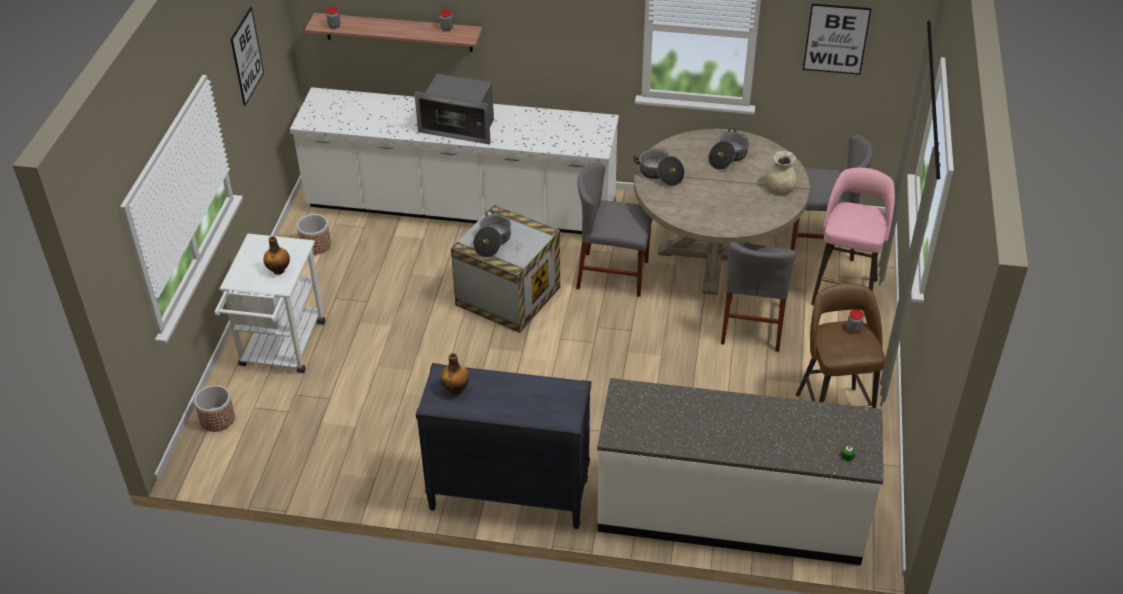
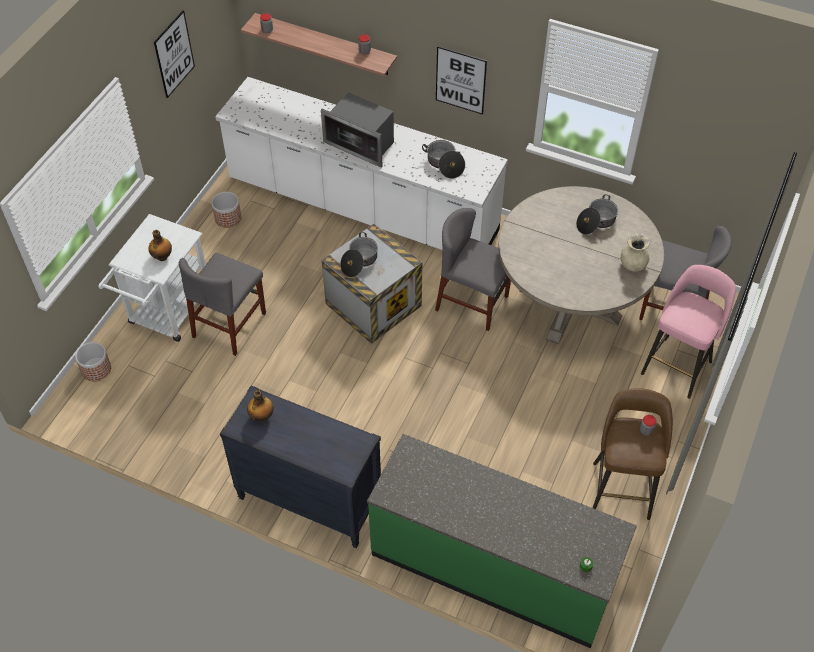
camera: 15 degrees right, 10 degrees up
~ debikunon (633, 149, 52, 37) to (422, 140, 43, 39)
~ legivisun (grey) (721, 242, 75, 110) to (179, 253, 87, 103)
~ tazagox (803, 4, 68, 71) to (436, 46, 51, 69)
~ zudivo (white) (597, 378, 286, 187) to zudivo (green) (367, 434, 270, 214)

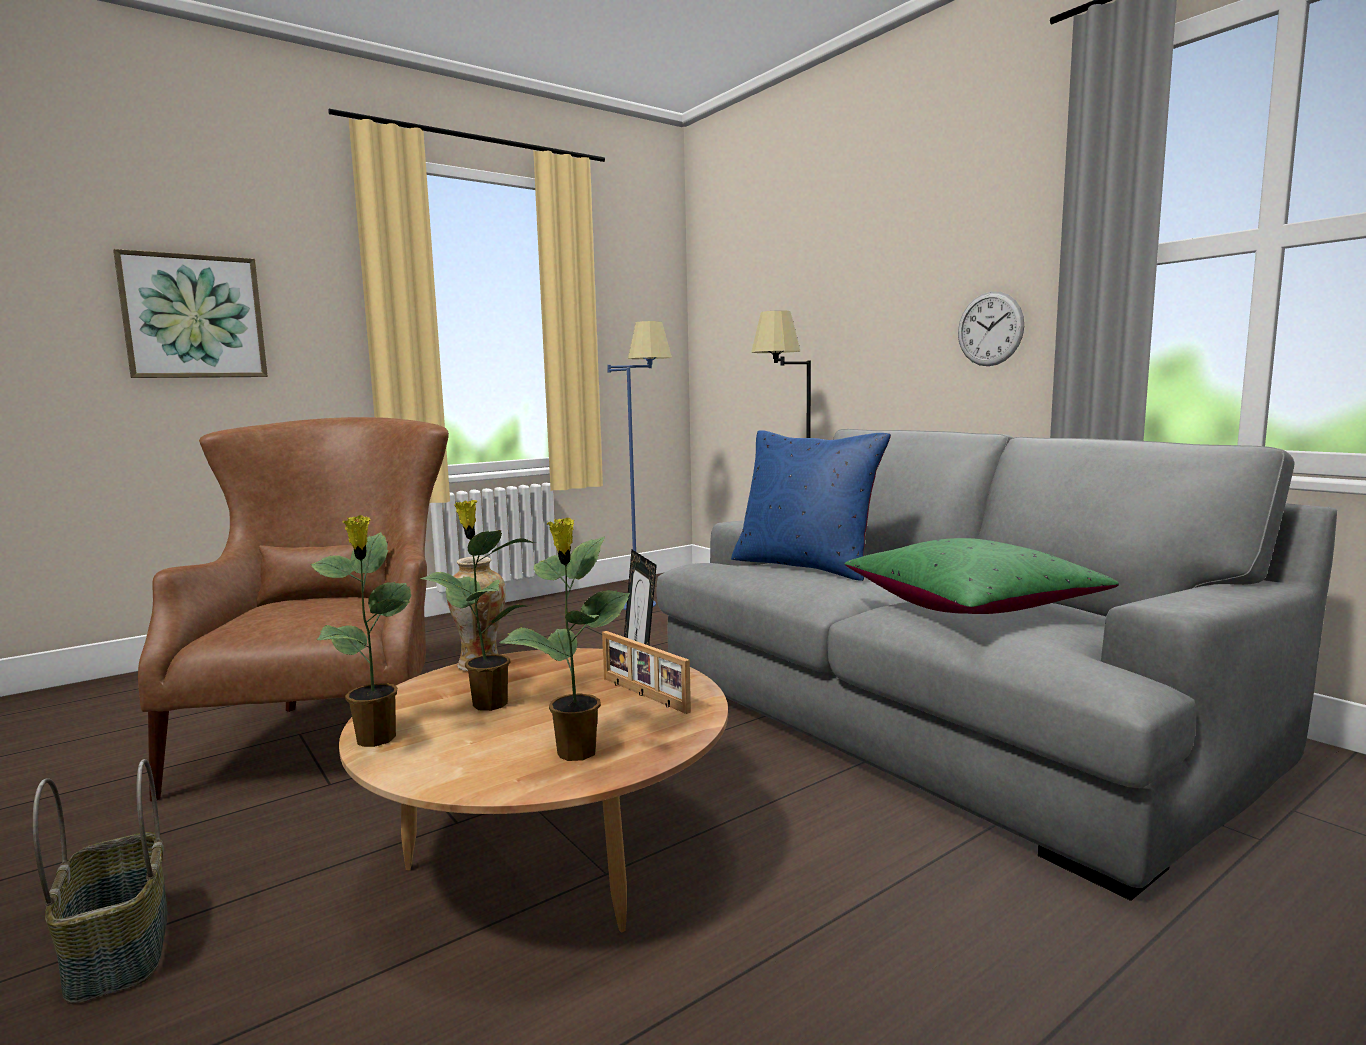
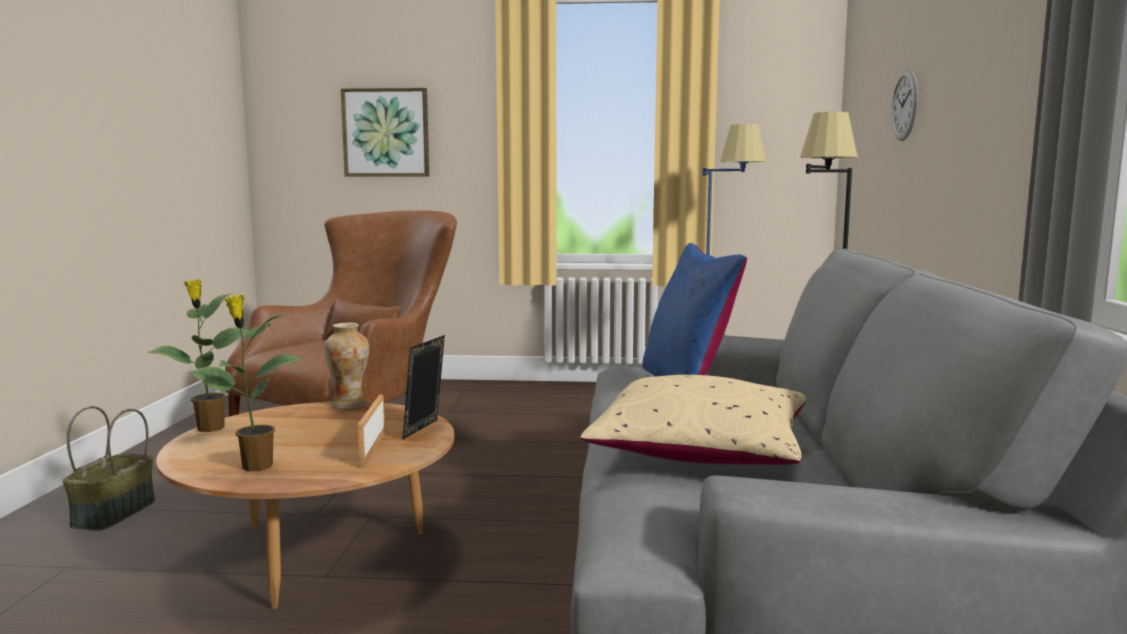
camera: 40 degrees right, 0 degrees up
- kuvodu (420, 500, 116, 211)
~ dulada (958, 291, 66, 75) to (891, 70, 27, 71)
~ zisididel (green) (845, 538, 274, 76) to zisididel (beige) (580, 375, 226, 90)

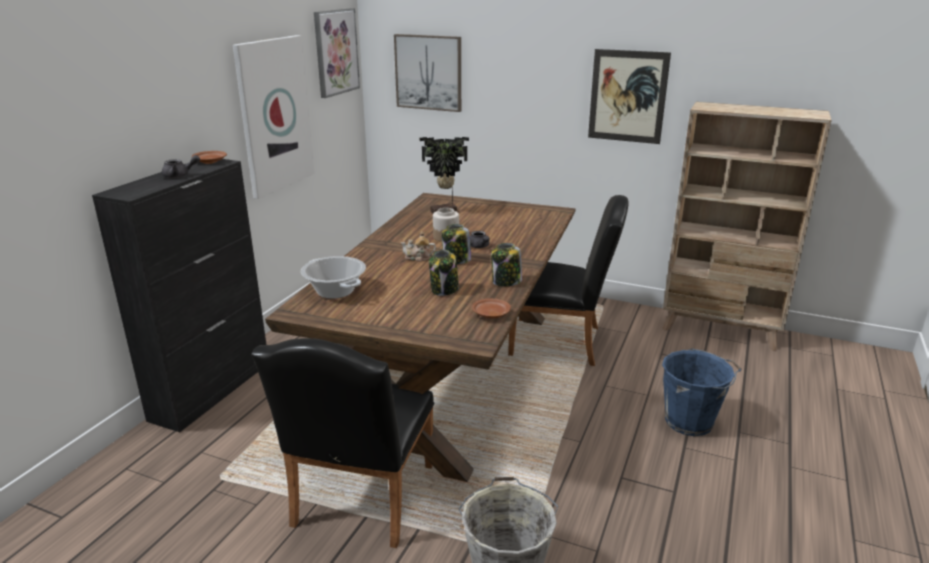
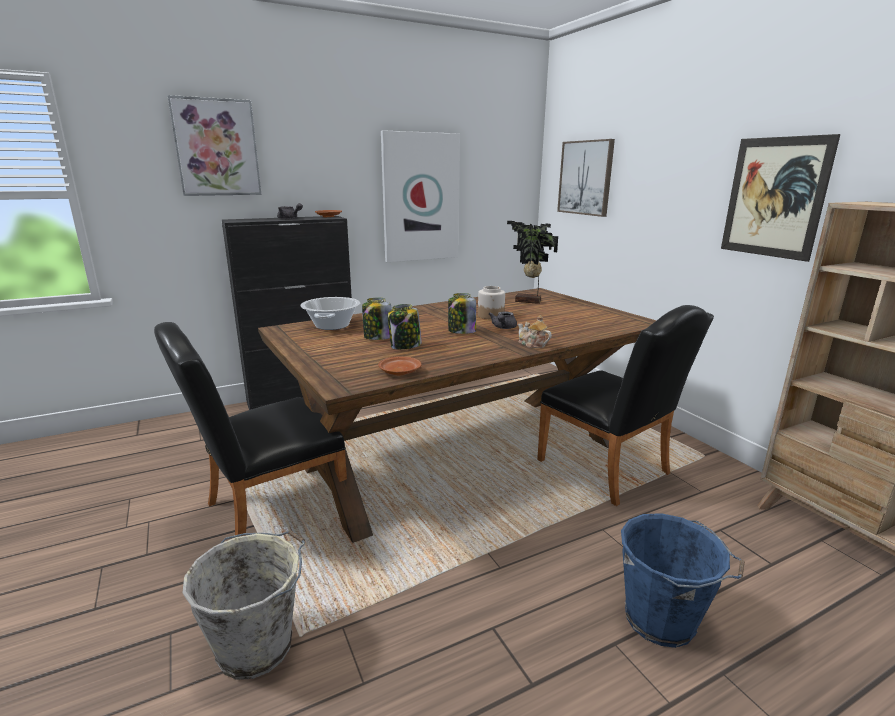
camera: 40 degrees right, 5 degrees down
~ tazagox (314, 8, 46, 90) to (167, 95, 95, 101)
~ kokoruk (400, 231, 36, 30) to (518, 315, 34, 33)
~ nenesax (491, 243, 31, 44) to (362, 298, 30, 42)

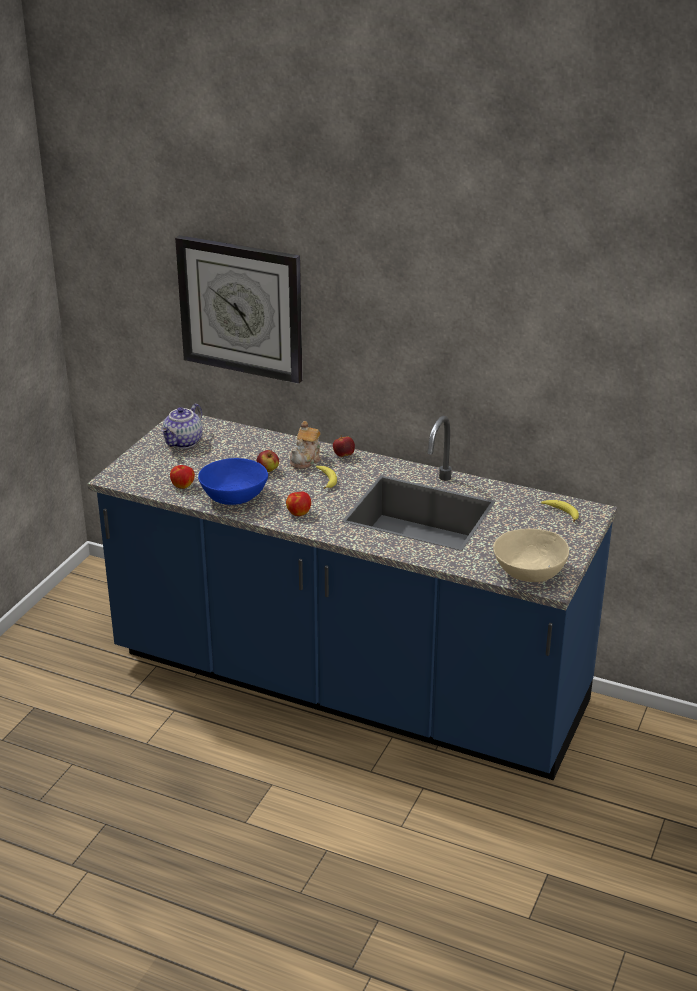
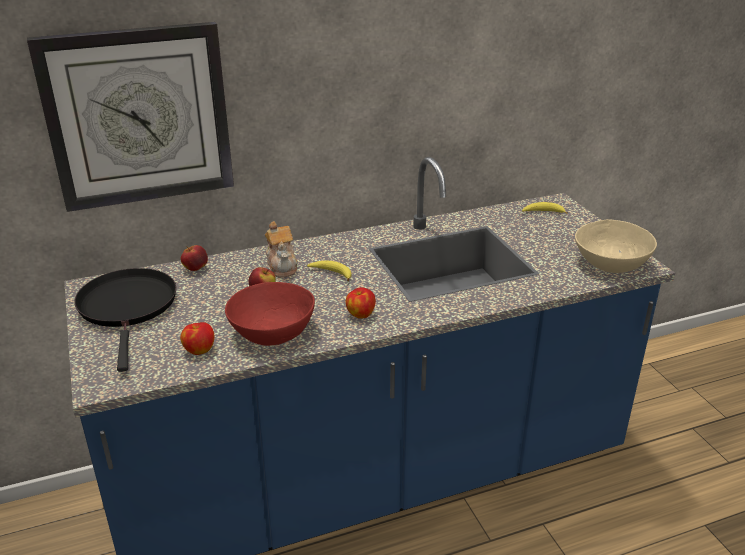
camera: 45 degrees left, 0 degrees up
~ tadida (333, 435, 22, 22) to (181, 245, 27, 26)
~ kokoruk (161, 403, 42, 46) to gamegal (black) (74, 268, 102, 104)
~ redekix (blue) (198, 458, 70, 47) to redekix (red) (225, 282, 90, 64)

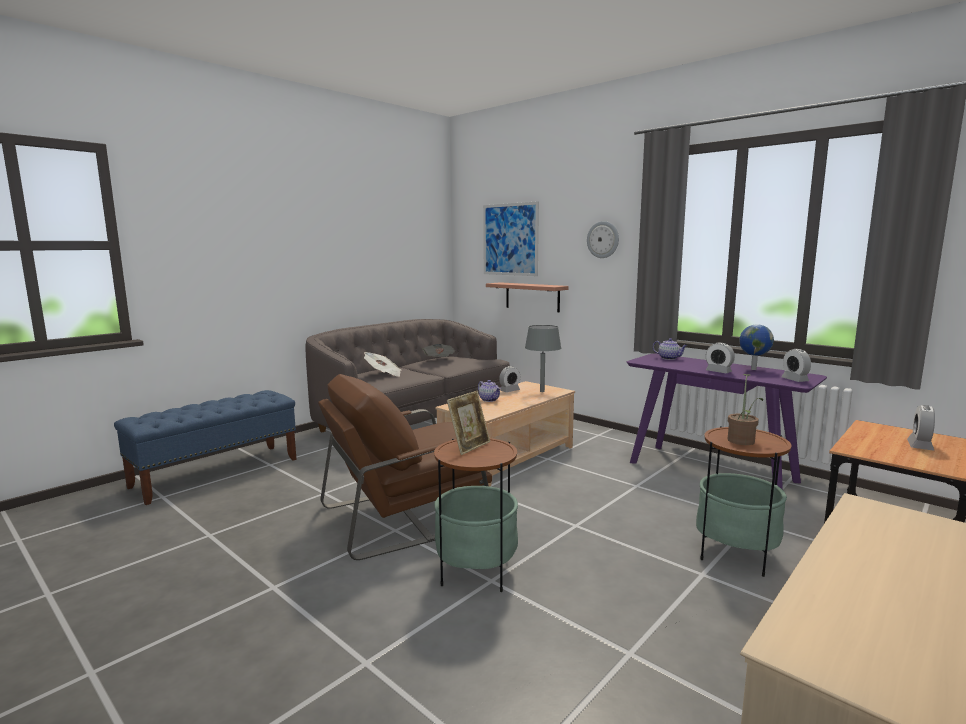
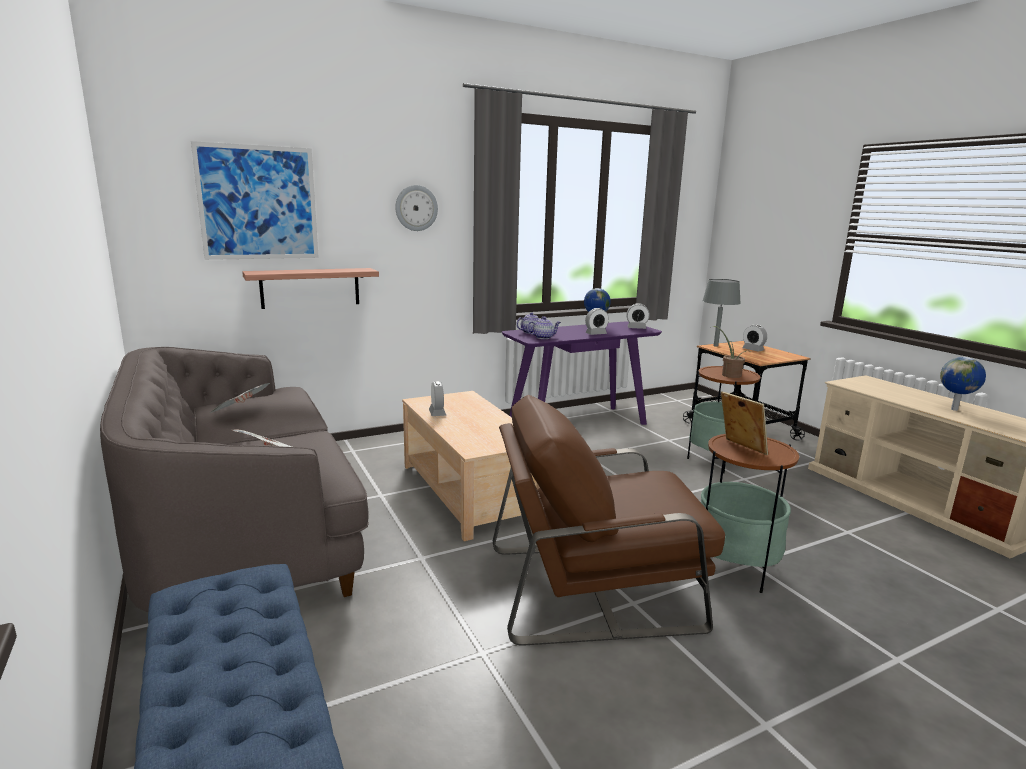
camera: 70 degrees left, 5 degrees up
+ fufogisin (940, 357, 46, 54)
~ kokoruk (478, 380, 23, 22) to (527, 317, 34, 22)
~ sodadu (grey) (525, 325, 36, 67) to (702, 279, 39, 68)
~ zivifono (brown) (318, 374, 174, 186) = (493, 395, 232, 251) 90 degrees clockwise

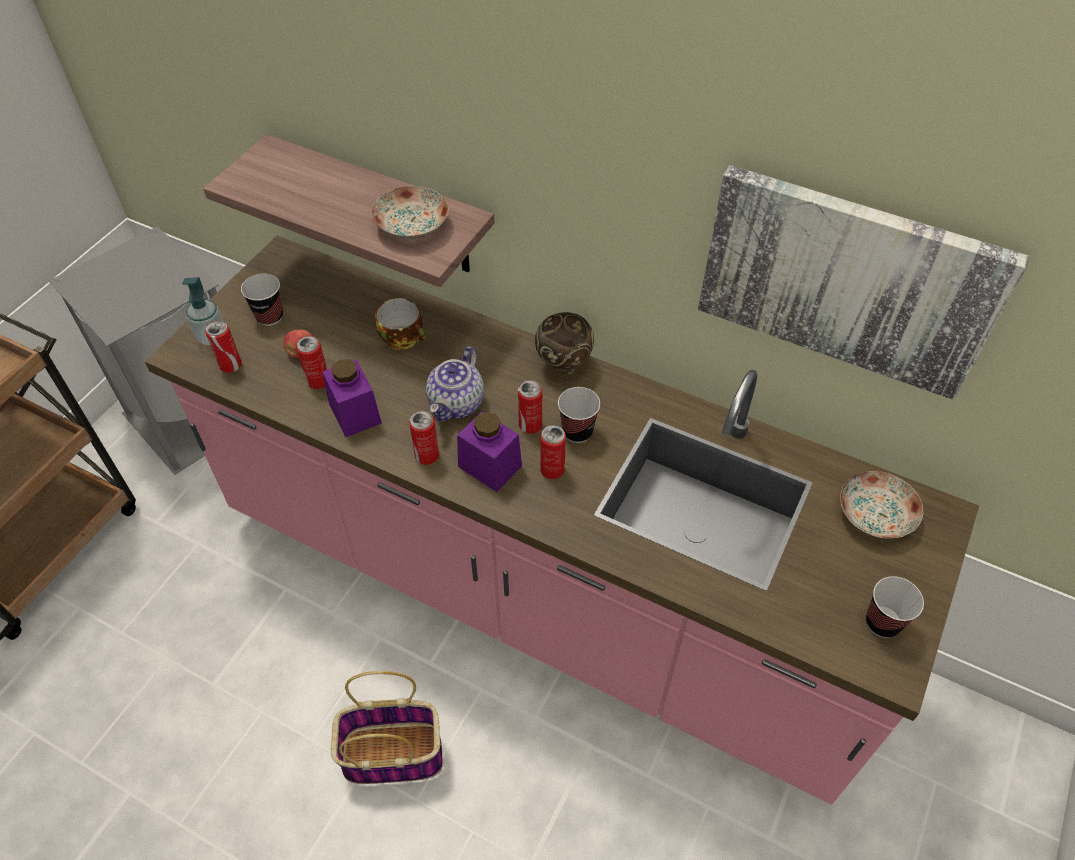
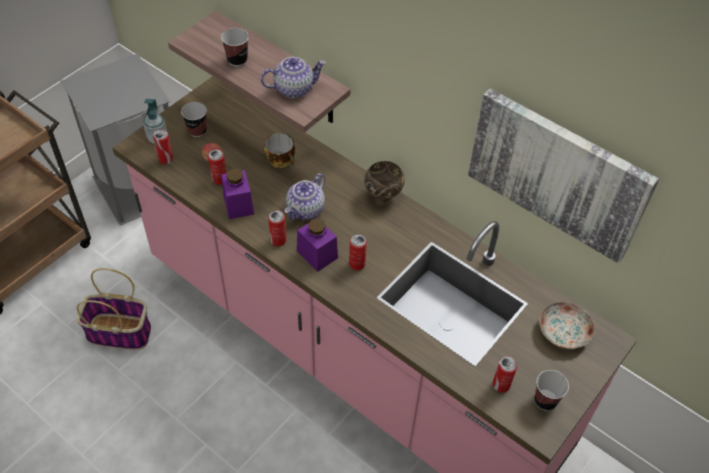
camera: 10 degrees right, 0 degrees up
~ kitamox (331, 671, 112, 113) to (76, 268, 75, 82)
~ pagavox (518, 380, 24, 54) to (493, 356, 24, 37)
~ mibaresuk (558, 387, 42, 56) to (221, 28, 28, 39)
~ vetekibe (371, 186, 78, 53) to kokoruk (261, 57, 65, 41)

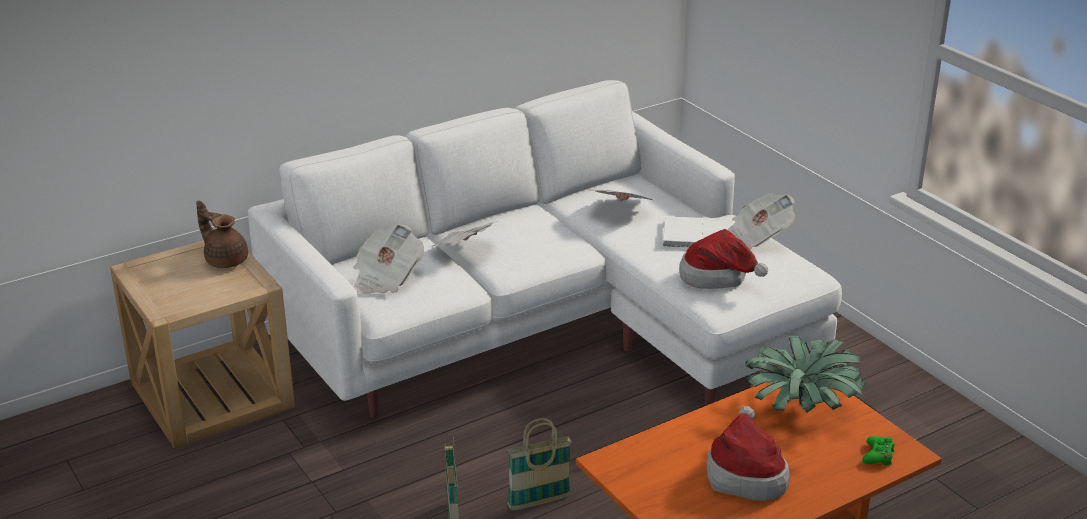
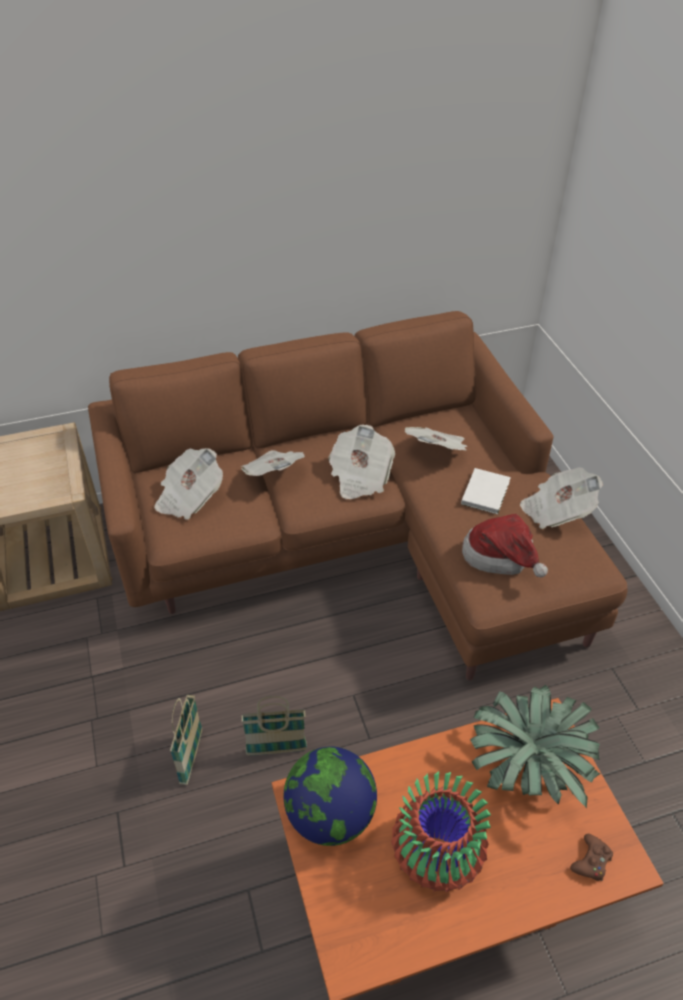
camera: 15 degrees right, 15 degrees up
- kokoruk (brown) (196, 201, 52, 67)
+ fufogisin (284, 746, 93, 100)
+ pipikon (328, 425, 67, 74)
~ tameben (707, 406, 83, 95) to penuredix (391, 771, 100, 122)
~ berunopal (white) (247, 80, 595, 339) to berunopal (brown) (88, 311, 539, 370)
~ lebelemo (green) (862, 436, 33, 29) to lebelemo (brown) (570, 834, 43, 47)

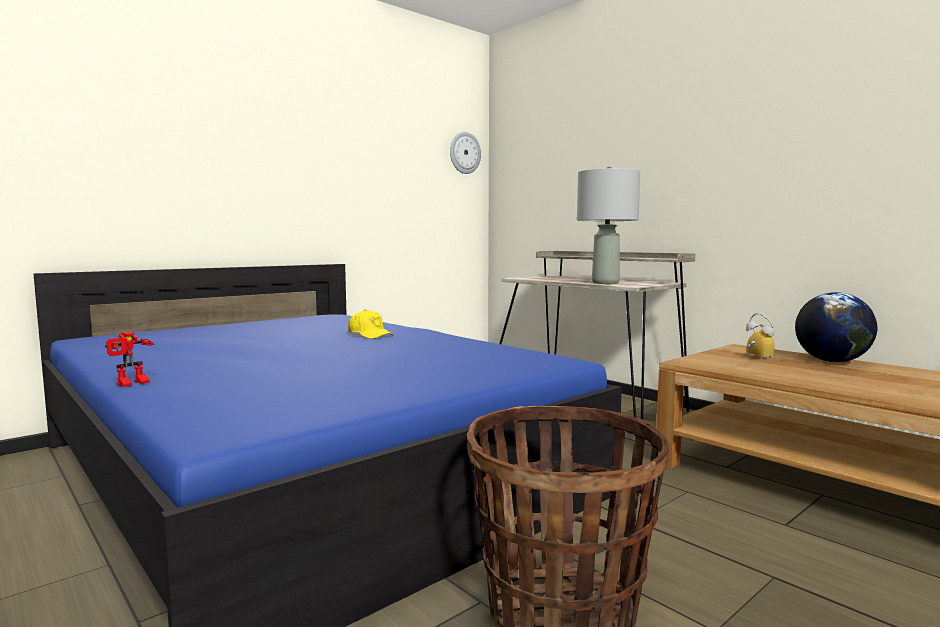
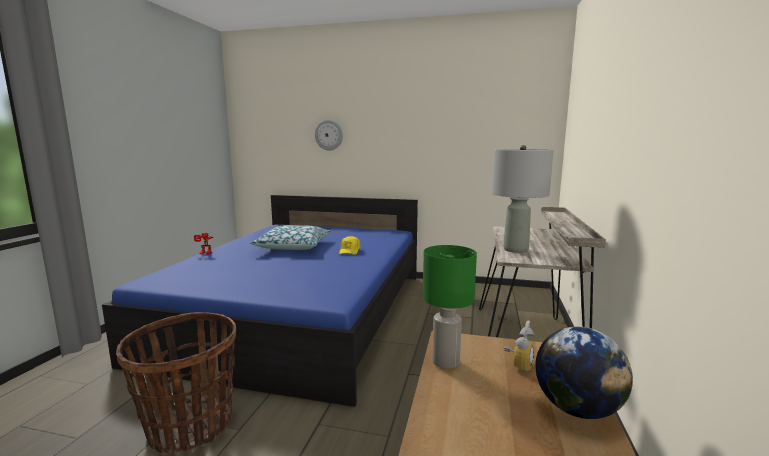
camera: 55 degrees right, 5 degrees up
+ zisididel (250, 225, 81, 25)
+ sodadu (green) (423, 245, 54, 124)
~ dulada (450, 132, 31, 42) to (315, 120, 28, 30)

